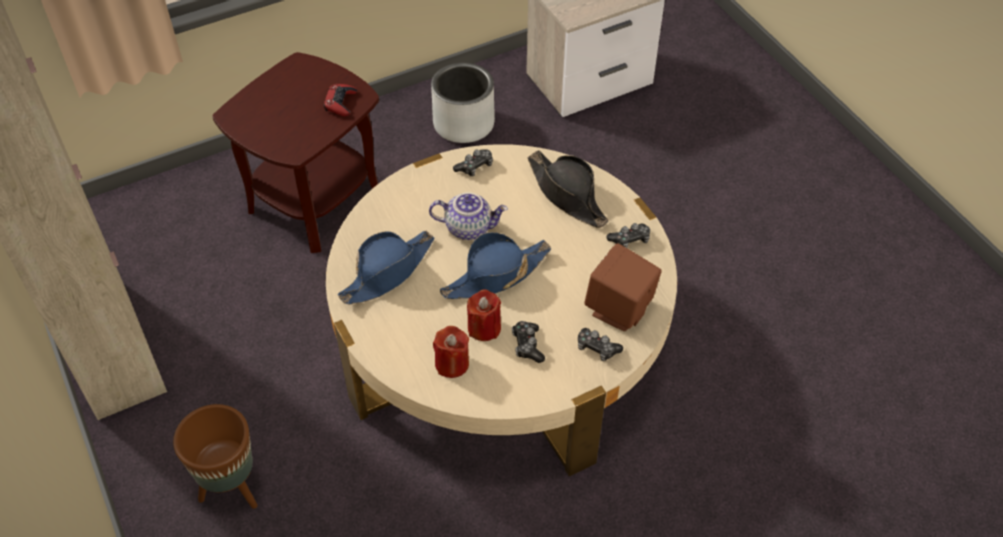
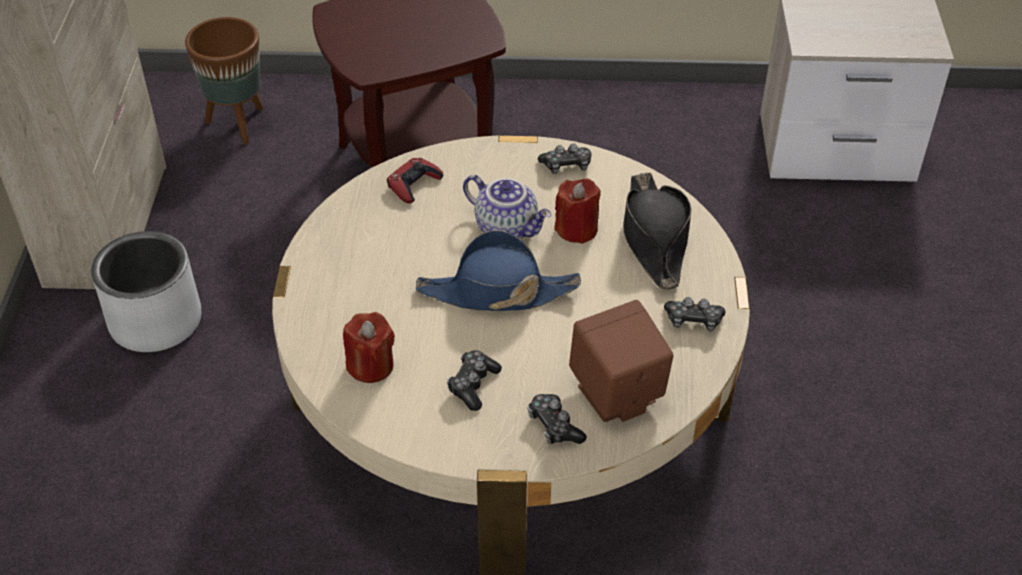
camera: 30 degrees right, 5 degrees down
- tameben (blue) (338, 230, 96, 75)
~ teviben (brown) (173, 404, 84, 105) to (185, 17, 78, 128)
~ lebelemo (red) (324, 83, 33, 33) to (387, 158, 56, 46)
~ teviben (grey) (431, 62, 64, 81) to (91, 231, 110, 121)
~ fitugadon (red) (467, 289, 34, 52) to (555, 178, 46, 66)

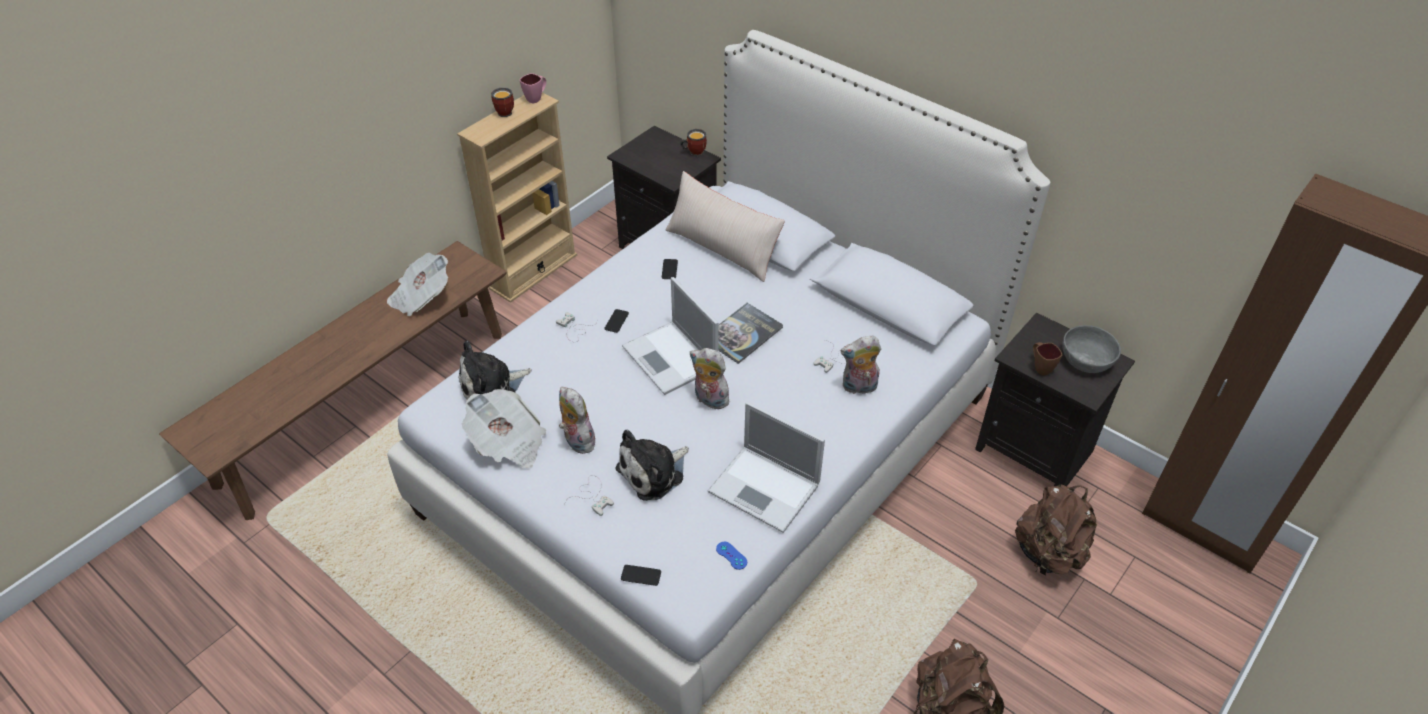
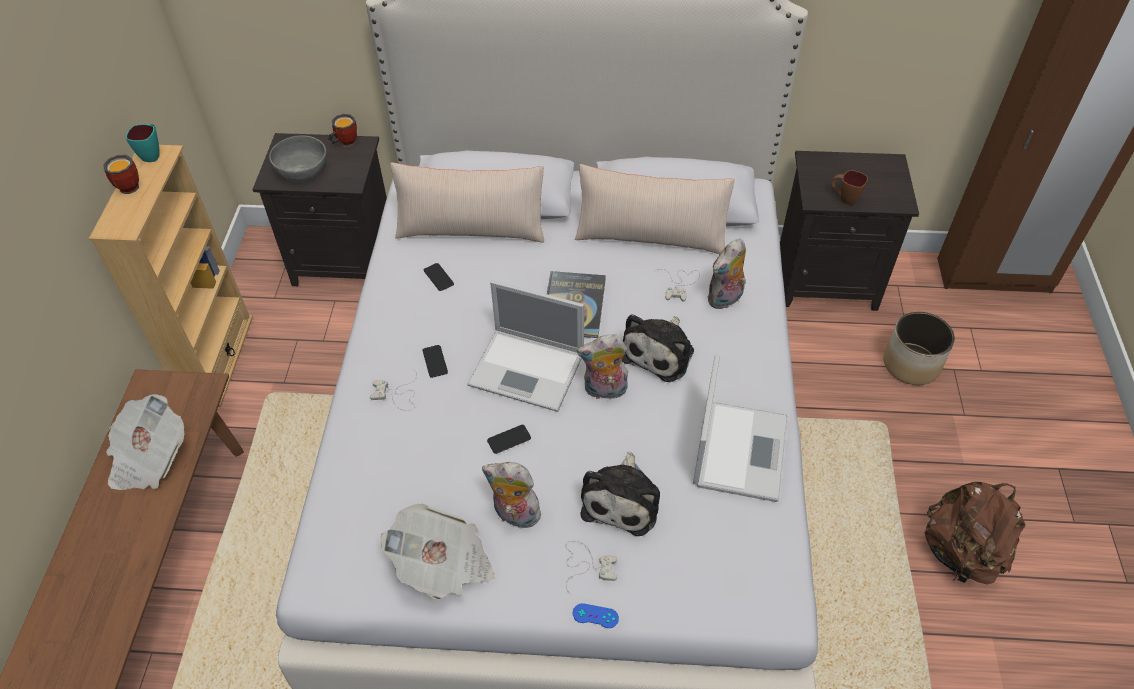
camera: 35 degrees left, 5 degrees up
+ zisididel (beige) (575, 164, 160, 90)
~ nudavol (458, 341, 74, 58) to (622, 314, 72, 68)
~ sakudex (621, 565, 40, 21) to (487, 425, 44, 29)
~ lebelemo (blue) (716, 542, 31, 28) to (573, 603, 46, 25)
~ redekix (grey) (1062, 325, 59, 48) to (269, 135, 58, 47)
~ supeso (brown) (1015, 484, 82, 92) to teviben (883, 312, 72, 73)
~ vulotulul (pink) (520, 73, 26, 31) to vulotulul (turquoise) (126, 124, 34, 38)
~ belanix (708, 402, 117, 131) = (693, 355, 94, 147) 75 degrees counterclockwise

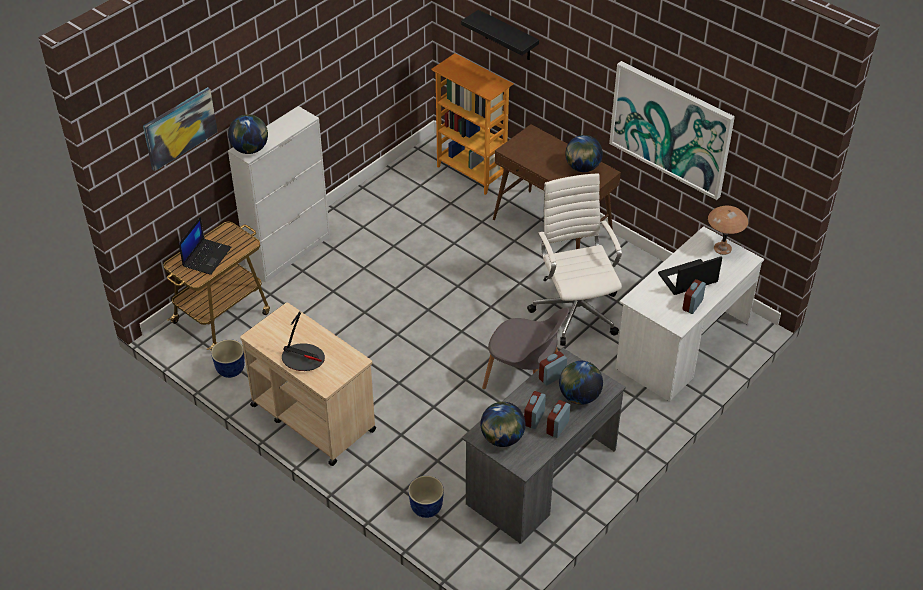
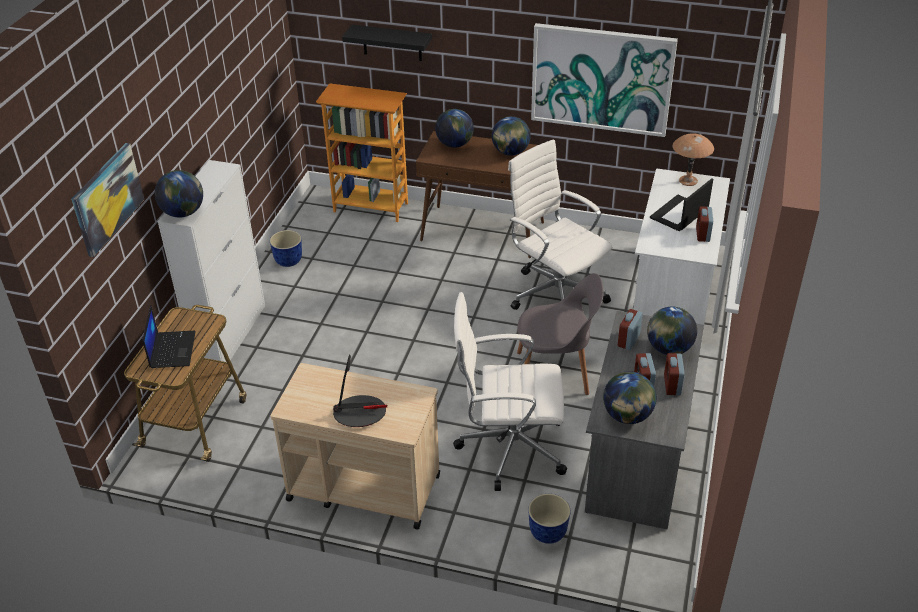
camera: 25 degrees left, 5 degrees down
+ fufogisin (435, 109, 39, 39)
+ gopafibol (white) (453, 292, 114, 199)
~ teviben (211, 339, 34, 39) to (270, 230, 32, 37)

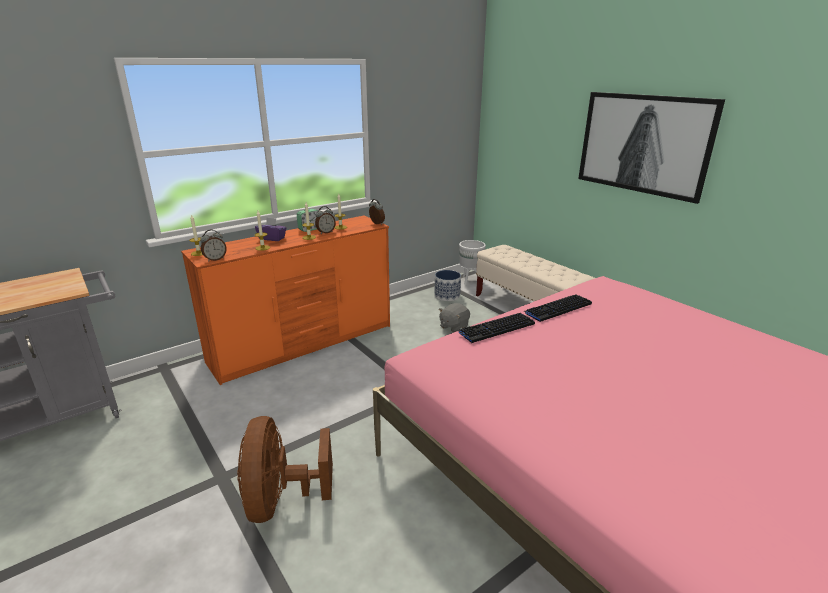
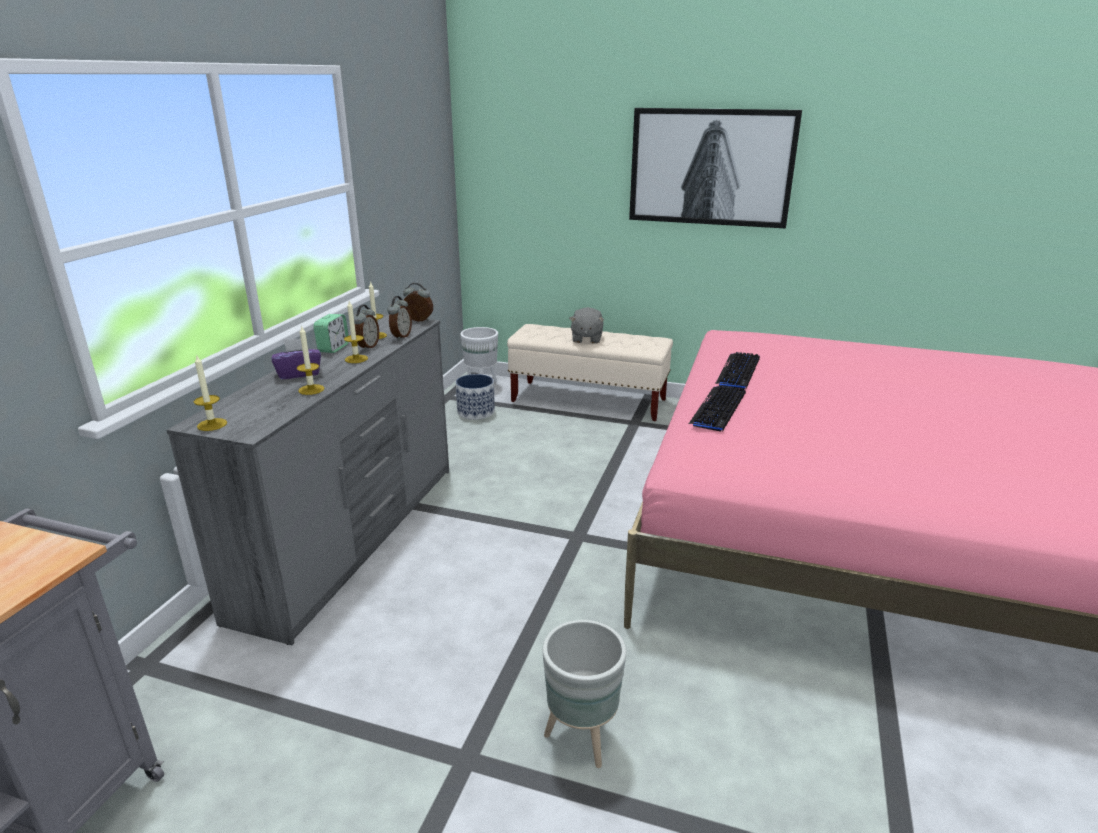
camera: 35 degrees left, 0 degrees up
~ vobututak (200, 230, 27, 32) to (387, 296, 25, 44)
~ nudavol (grey) (439, 303, 31, 29) to (569, 307, 36, 37)
~ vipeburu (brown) (237, 416, 96, 107) to teviben (grey) (542, 620, 84, 148)
~ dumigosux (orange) (181, 216, 209, 169) to dumigosux (grey) (167, 314, 282, 331)

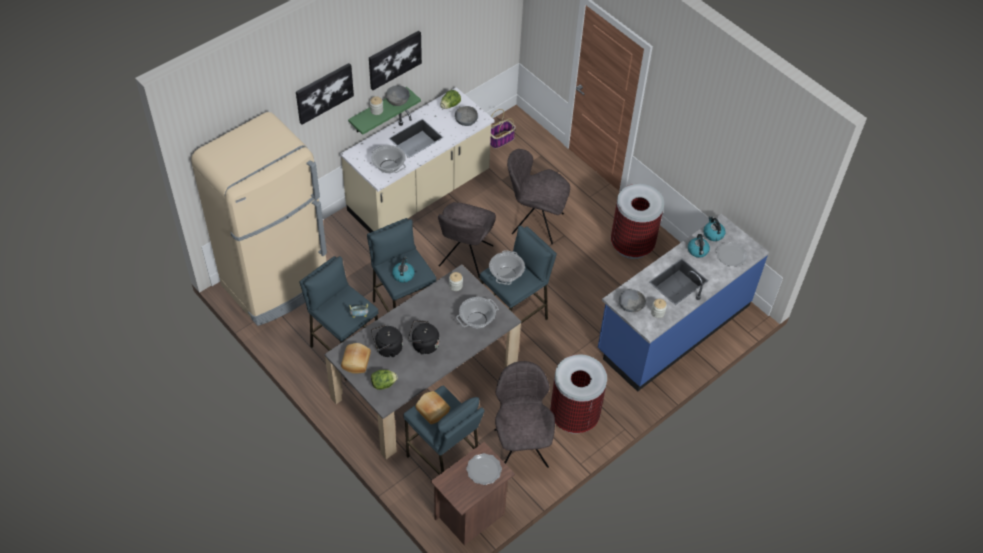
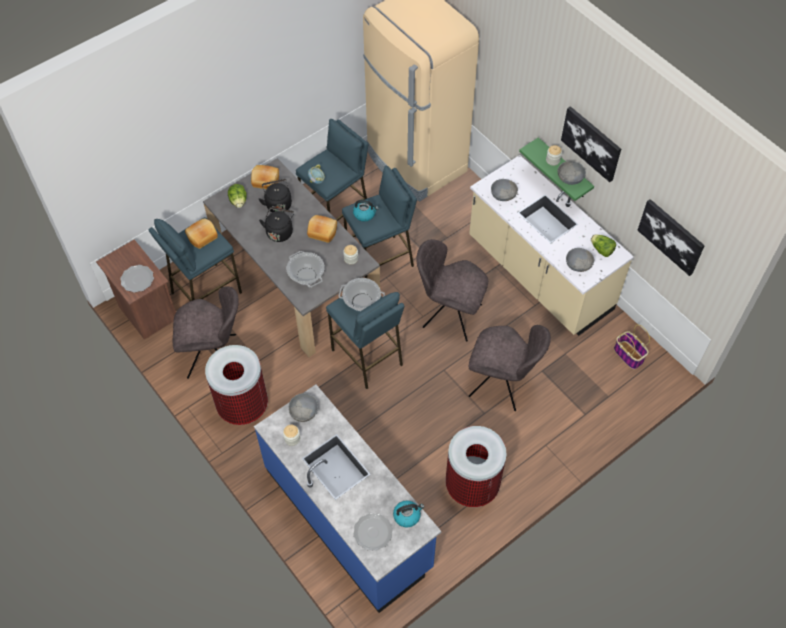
camera: 95 degrees right, 5 degrees up
- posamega (688, 234, 22, 24)
+ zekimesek (307, 215, 30, 28)
~ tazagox (296, 63, 58, 62) to (637, 199, 68, 77)
~ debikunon (371, 145, 35, 28) to redekix (grey) (491, 179, 27, 22)
~ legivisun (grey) (507, 149, 63, 96) = (468, 325, 83, 86) 90 degrees clockwise

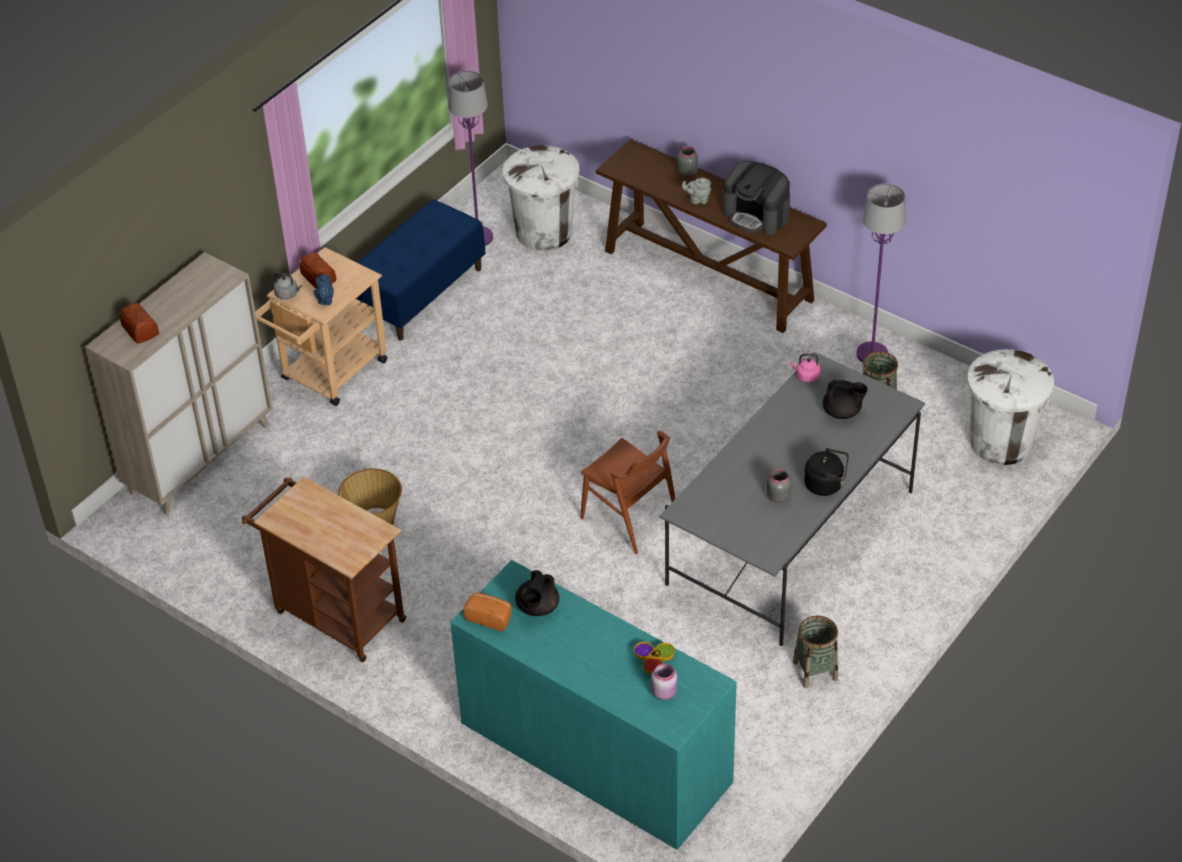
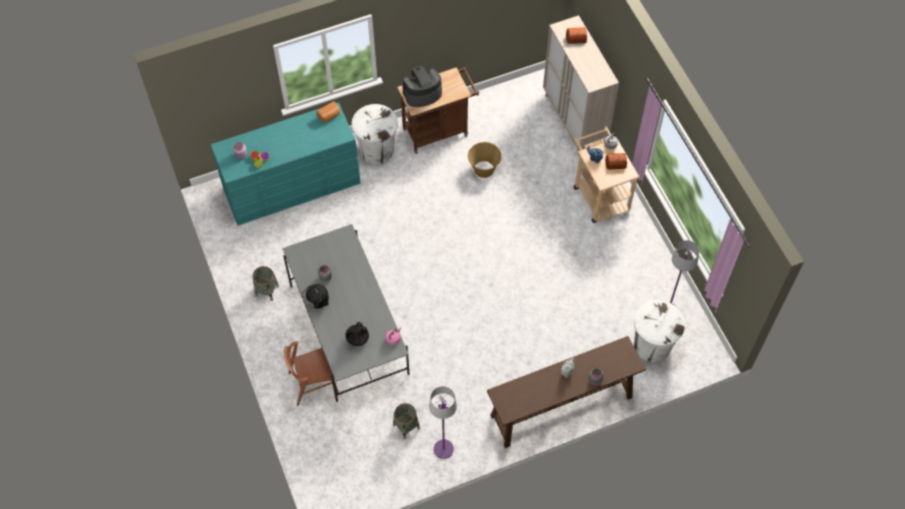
camera: 120 degrees right, 15 degrees up
- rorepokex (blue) (356, 200, 129, 140)
- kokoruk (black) (515, 570, 44, 46)
~ legivisun (brown) (580, 431, 96, 123) to (284, 341, 55, 65)
~ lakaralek (722, 161, 68, 74) to (402, 66, 40, 41)
~ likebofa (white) (967, 349, 87, 116) to (352, 104, 46, 60)

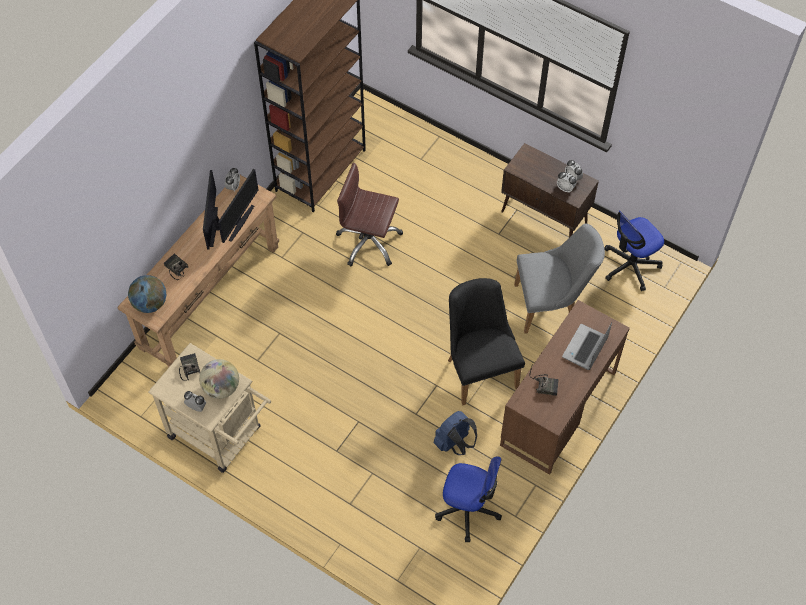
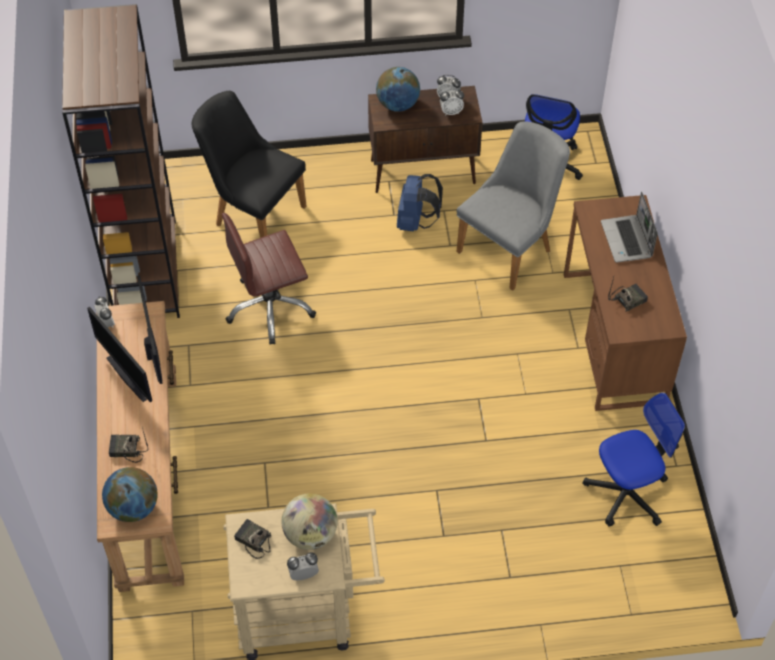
camera: 40 degrees left, 5 degrees down
+ fufogisin (376, 67, 44, 45)
~ supeso (blue) (433, 411, 44, 44) to (397, 174, 46, 58)
~ legivisun (black) (448, 278, 77, 128) to (191, 91, 116, 147)

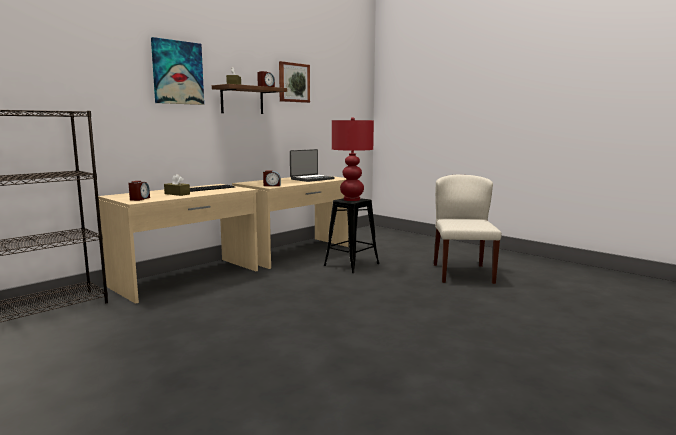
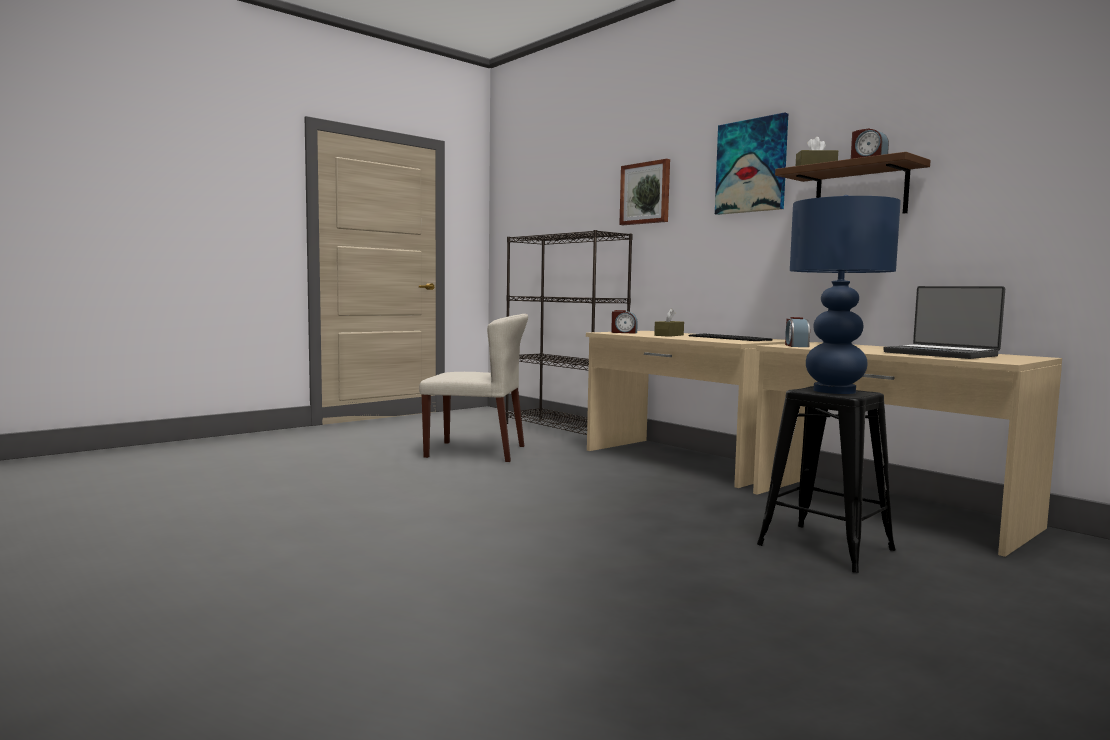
camera: 95 degrees right, 5 degrees down
~ tazagox (279, 61, 31, 42) to (619, 159, 51, 66)
~ legivisun (beige) (434, 175, 68, 109) to (419, 314, 109, 148)
~ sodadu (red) (332, 117, 42, 84) to sodadu (blue) (790, 195, 111, 199)

